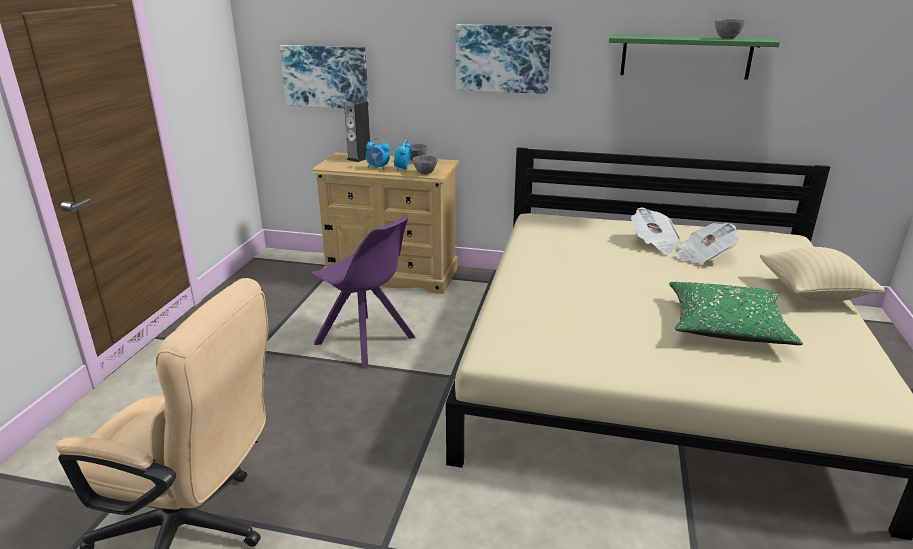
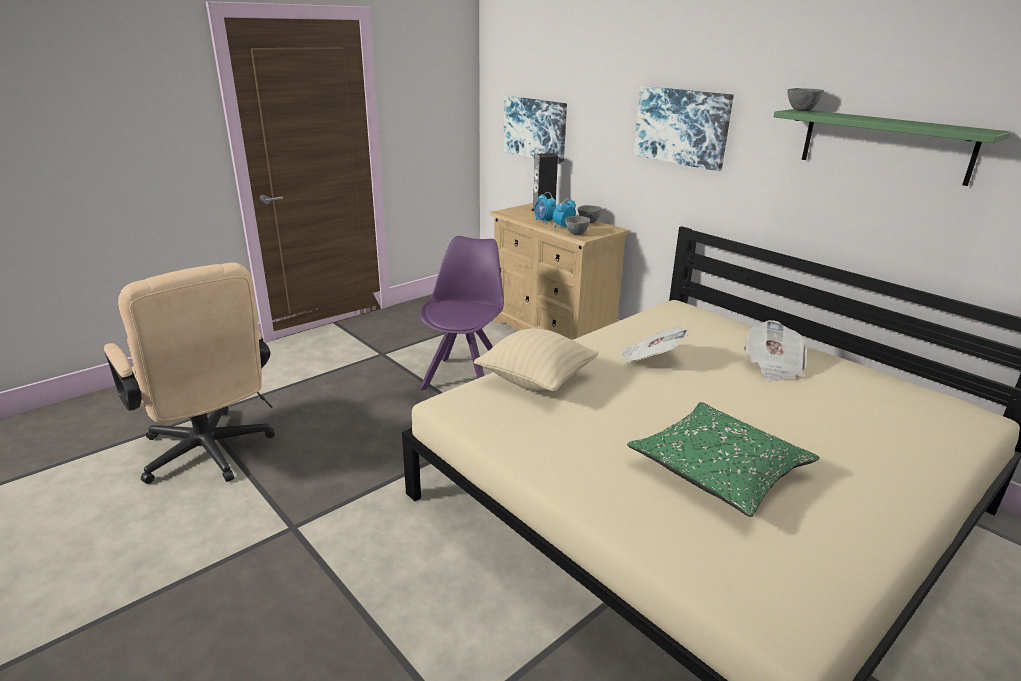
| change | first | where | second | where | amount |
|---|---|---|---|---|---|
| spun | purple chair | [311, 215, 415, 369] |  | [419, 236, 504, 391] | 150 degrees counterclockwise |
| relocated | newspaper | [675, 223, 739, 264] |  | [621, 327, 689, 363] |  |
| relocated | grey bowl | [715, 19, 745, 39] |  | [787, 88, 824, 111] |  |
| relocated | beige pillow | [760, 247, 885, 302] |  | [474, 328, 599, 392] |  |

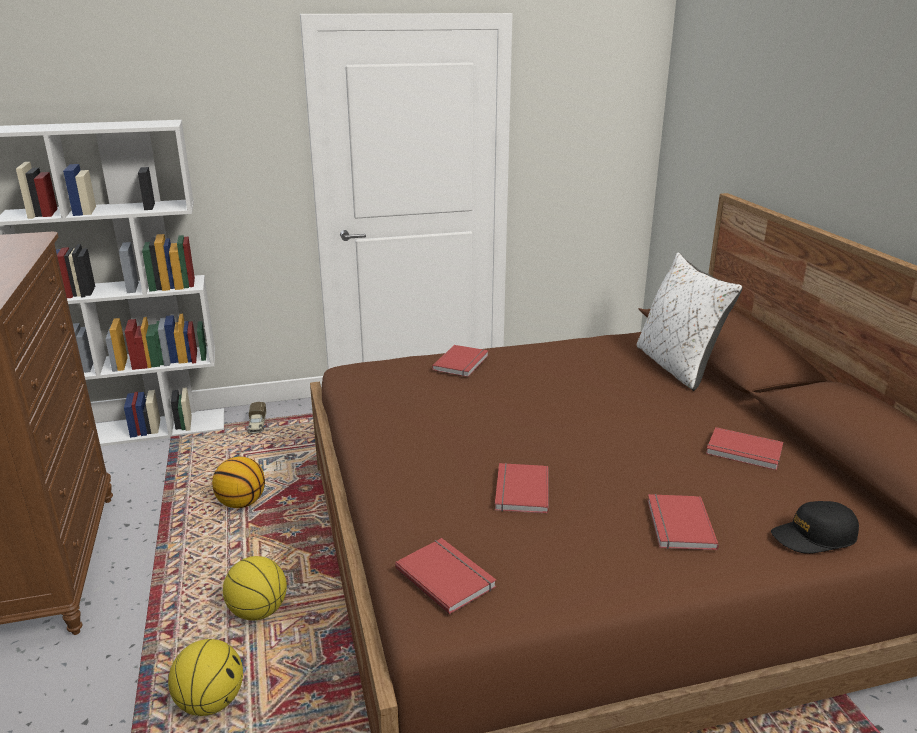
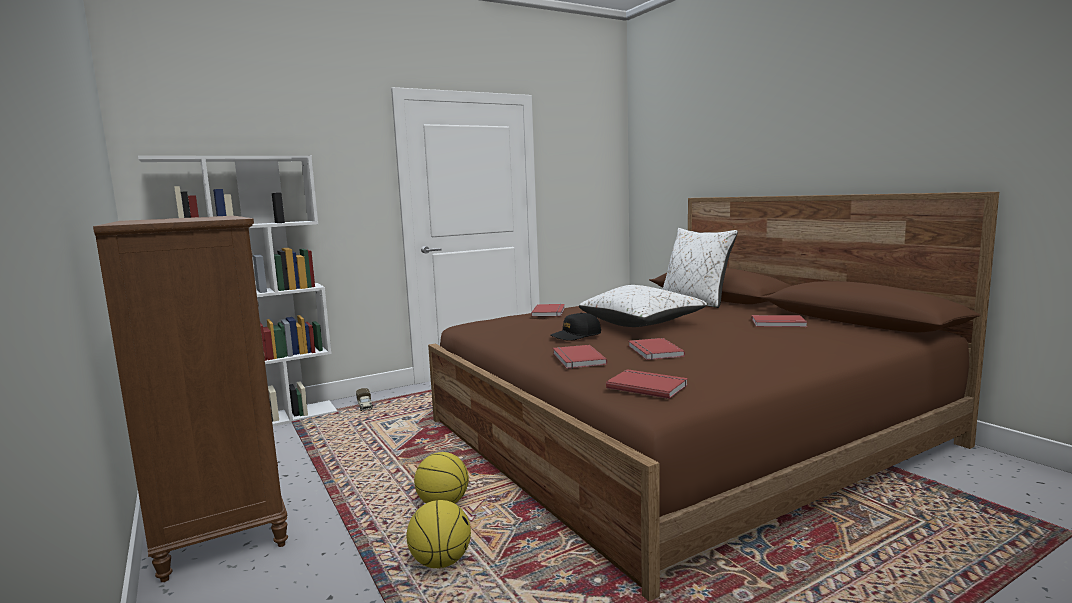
| change | first | where | second | where | amount |
|---|---|---|---|---|---|
| missing | basketball | [212, 456, 265, 508] |  |  |  |
| relocated | red book | [647, 494, 719, 550] |  | [553, 345, 607, 369] |  |
| relocated | black cap | [771, 501, 859, 554] |  | [551, 312, 601, 341] |  |
| appeared |  |  | white pillow | [579, 285, 707, 327] |  |

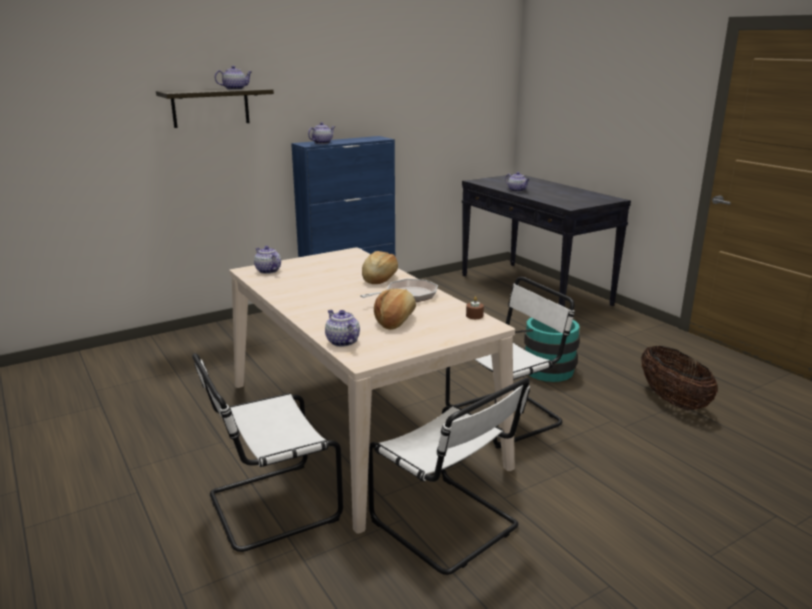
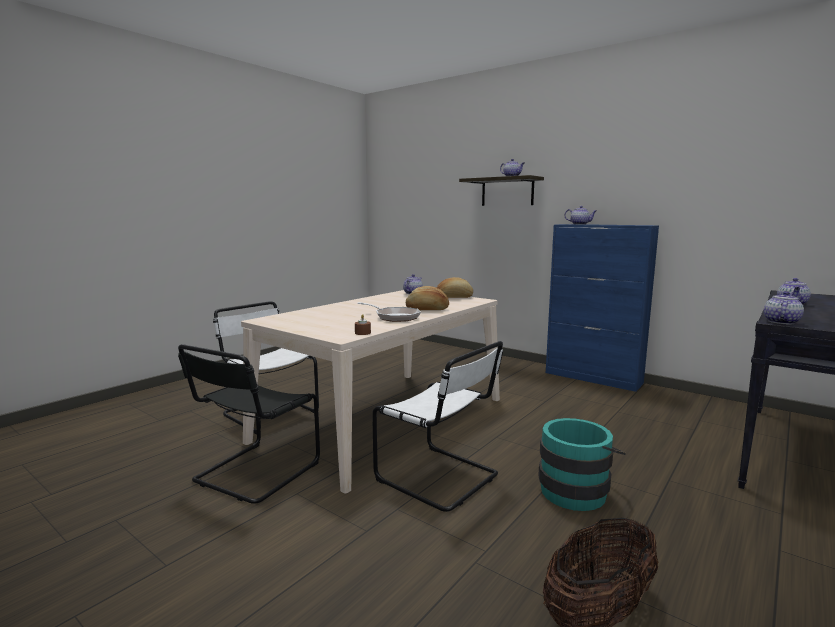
| change | first | where | second | where | amount |
|---|---|---|---|---|---|
| relocated | teapot | [325, 310, 360, 347] |  | [764, 291, 804, 325] |  |
| colour | white chair | [368, 377, 530, 575] | black chair | [178, 344, 320, 504] |  |
| relocated | bread | [374, 289, 416, 330] |  | [437, 277, 473, 298] |  |

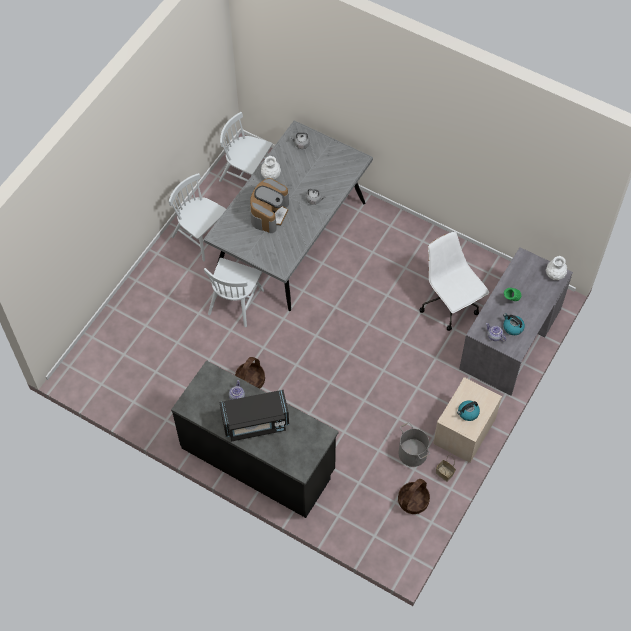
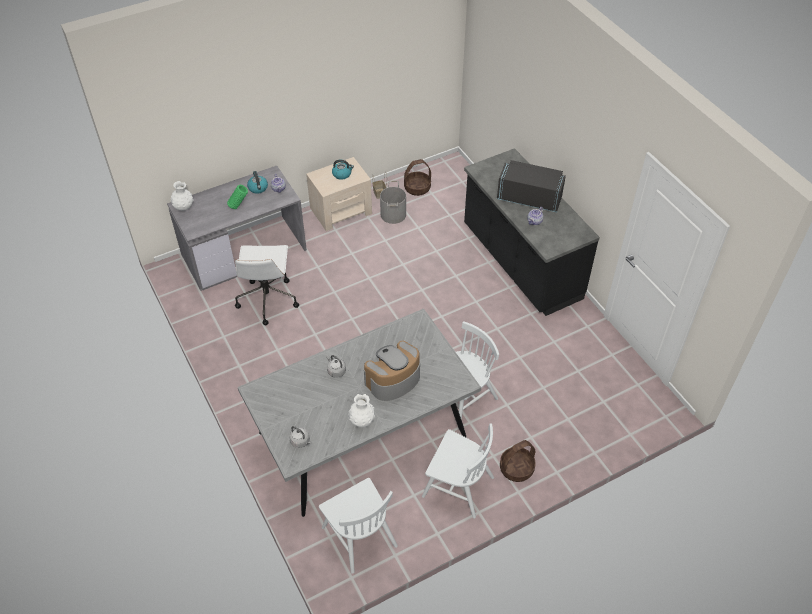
| change | first | where | second | where | amount |
|---|---|---|---|---|---|
| spun | white chair | [169, 173, 226, 261] |  | [422, 423, 494, 518] | 45 degrees counterclockwise |
| relocated | basket | [235, 357, 265, 389] |  | [500, 440, 536, 482] |  |

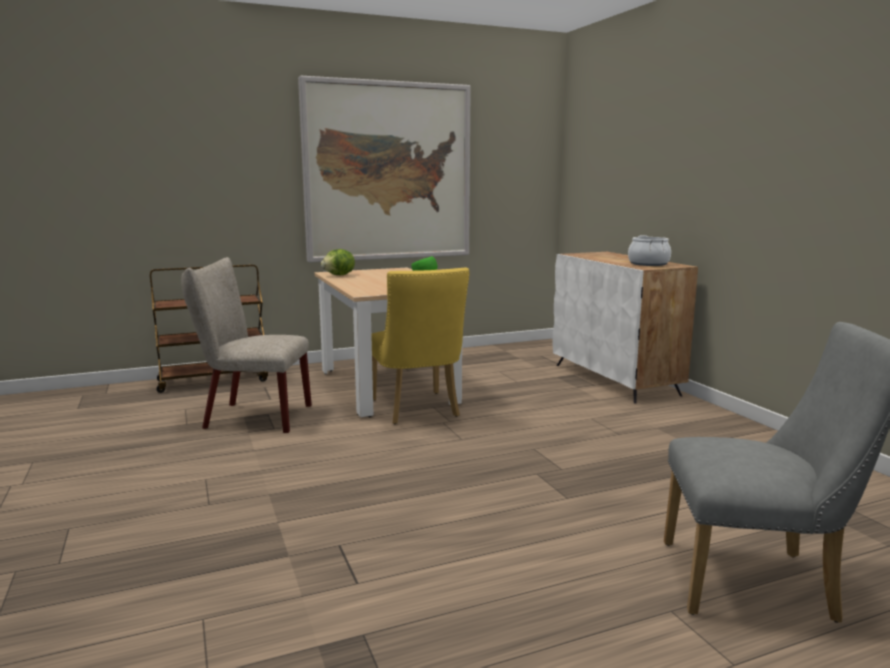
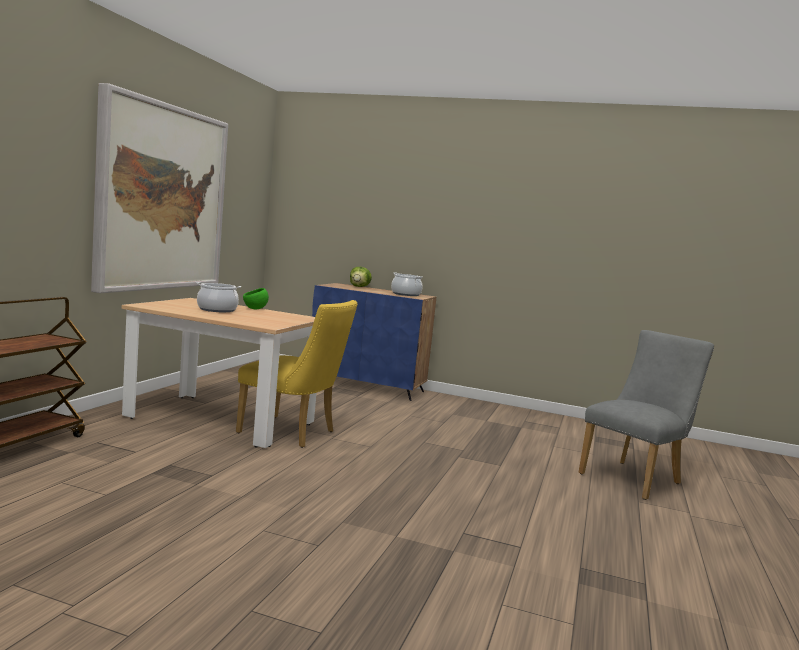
| change | first | where | second | where | amount |
|---|---|---|---|---|---|
| missing | beige chair | [181, 257, 312, 433] |  |  |  |
| relocated | lettuce | [321, 249, 355, 275] |  | [350, 267, 372, 287] |  |
| colour | white cabinet | [552, 252, 698, 403] | blue cabinet | [312, 283, 436, 401] |  |
| appeared |  |  | cooking pot | [196, 282, 241, 312] |  |

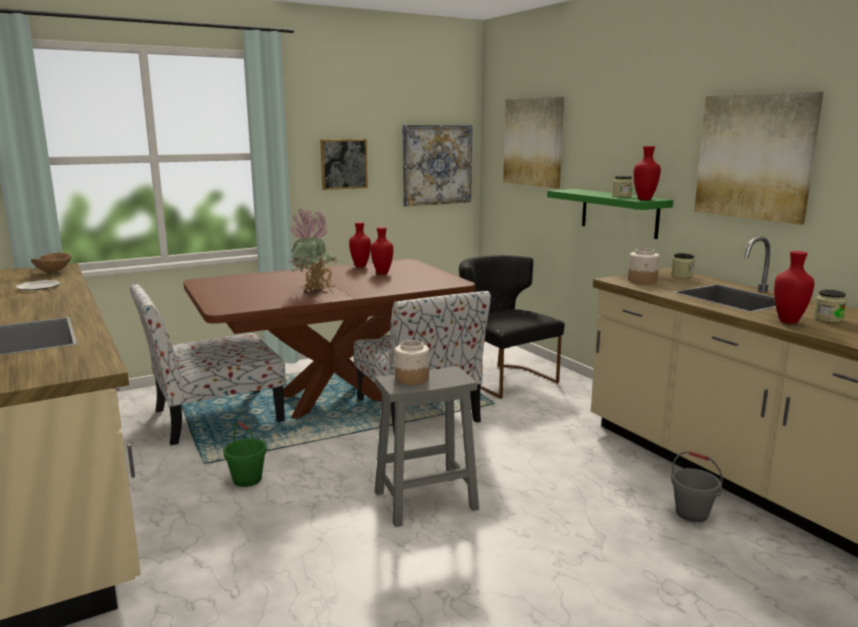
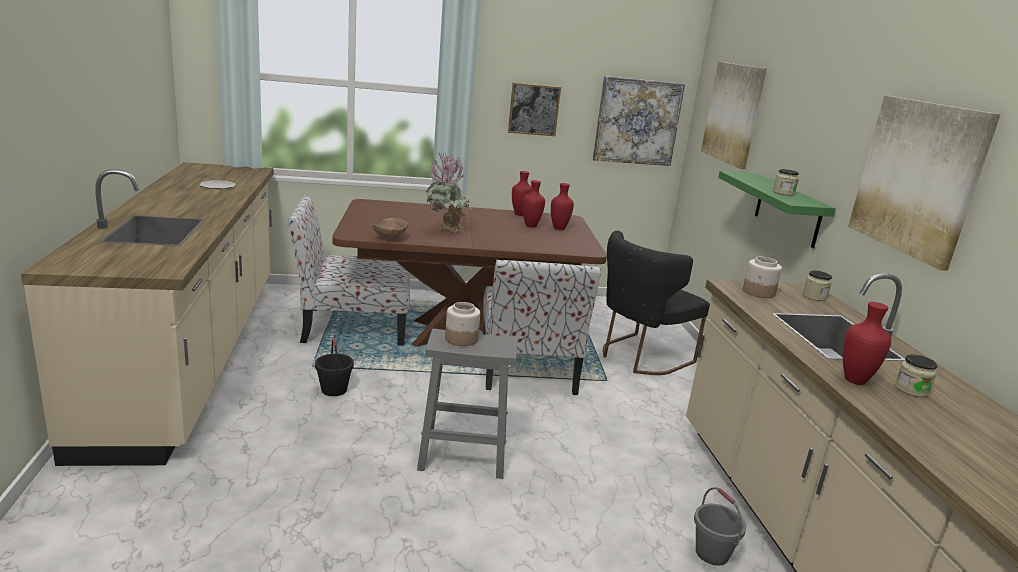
| change | first | where | second | where | amount |
|---|---|---|---|---|---|
| relocated | brown bowl | [31, 252, 71, 273] |  | [372, 218, 408, 238] |  |
| colour | green bucket | [223, 422, 267, 487] | black bucket | [315, 338, 354, 396] |  |
| spun | black chair | [459, 255, 565, 399] |  | [603, 231, 710, 375] | 120 degrees counterclockwise |
| relocated | red vase | [634, 146, 661, 200] |  | [551, 183, 574, 230] |  |

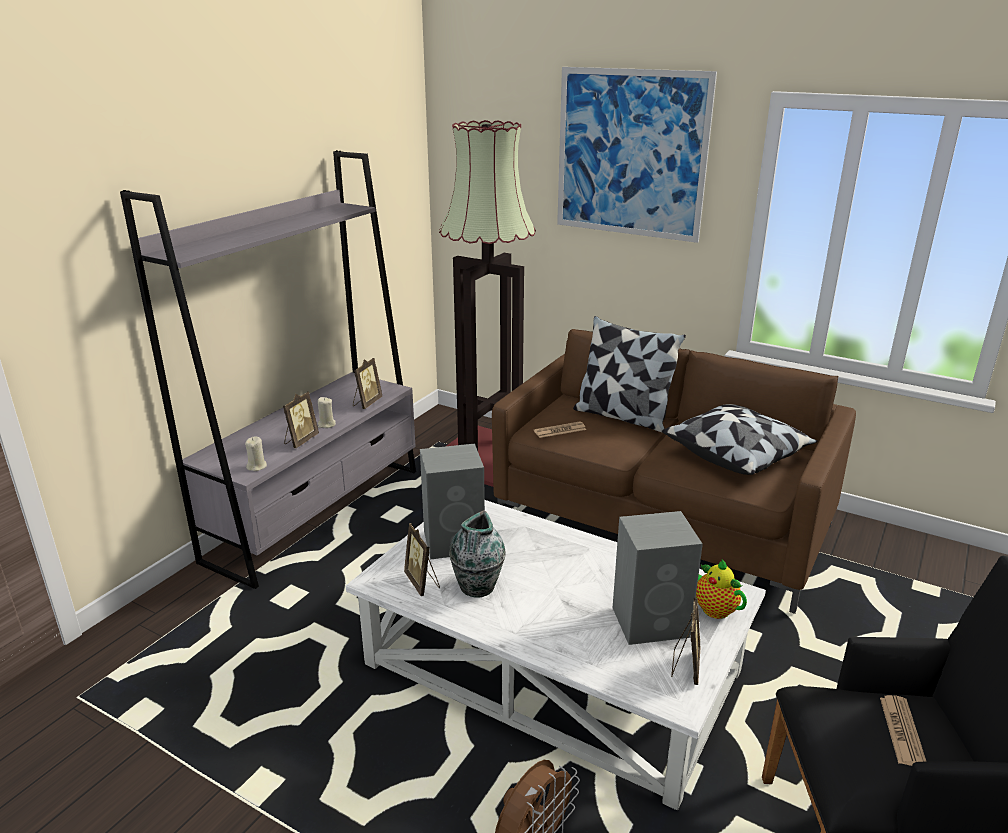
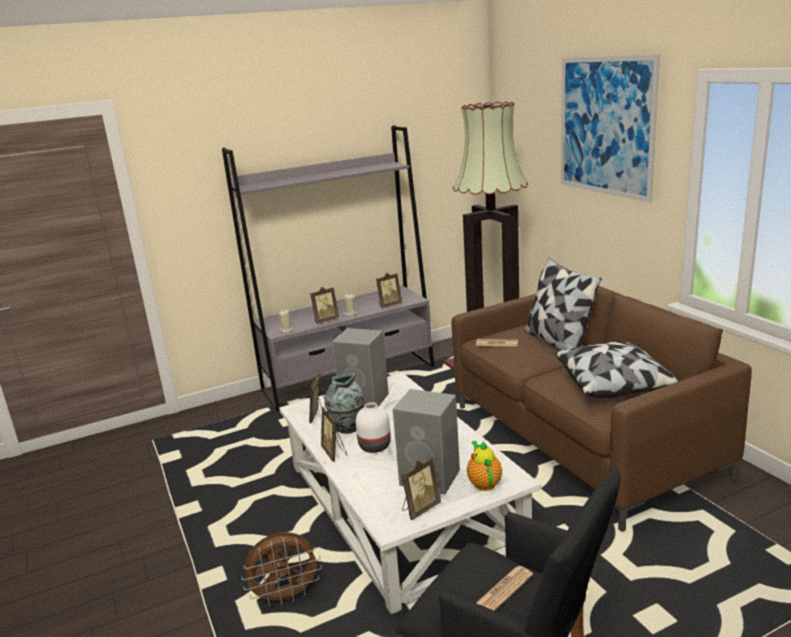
| change | first | where | second | where | amount |
|---|---|---|---|---|---|
| appeared |  |  | picture frame | [321, 407, 348, 462] |  |
| appeared |  |  | white vase | [356, 403, 391, 453] |  |

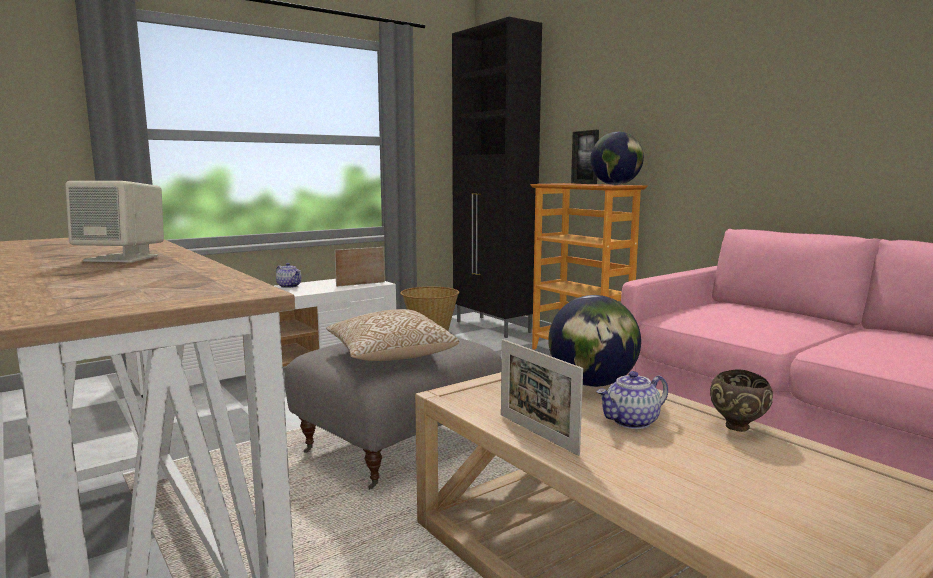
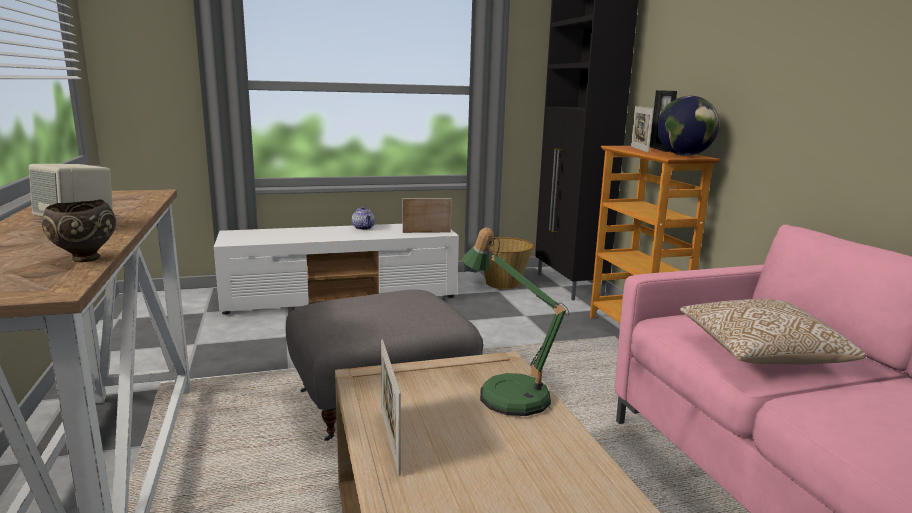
| change | first | where | second | where | amount |
|---|---|---|---|---|---|
| relocated | pillow | [326, 309, 459, 361] |  | [679, 299, 866, 365] |  |
| exchanged | globe | [548, 295, 641, 387] | table lamp | [463, 227, 569, 416] |  |
| missing | teapot | [597, 371, 668, 429] |  |  |  |
| relocated | brown bowl | [710, 369, 773, 432] |  | [42, 199, 116, 262] |  |
| appeared |  |  | picture frame | [631, 106, 654, 153] |  |

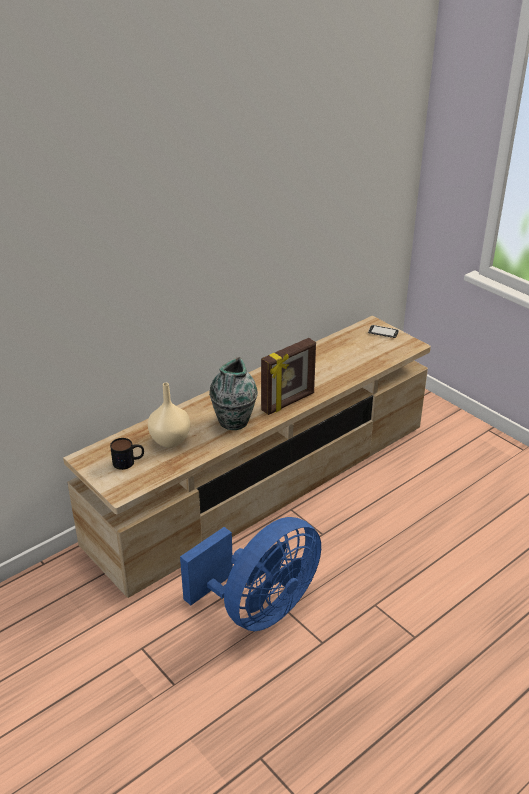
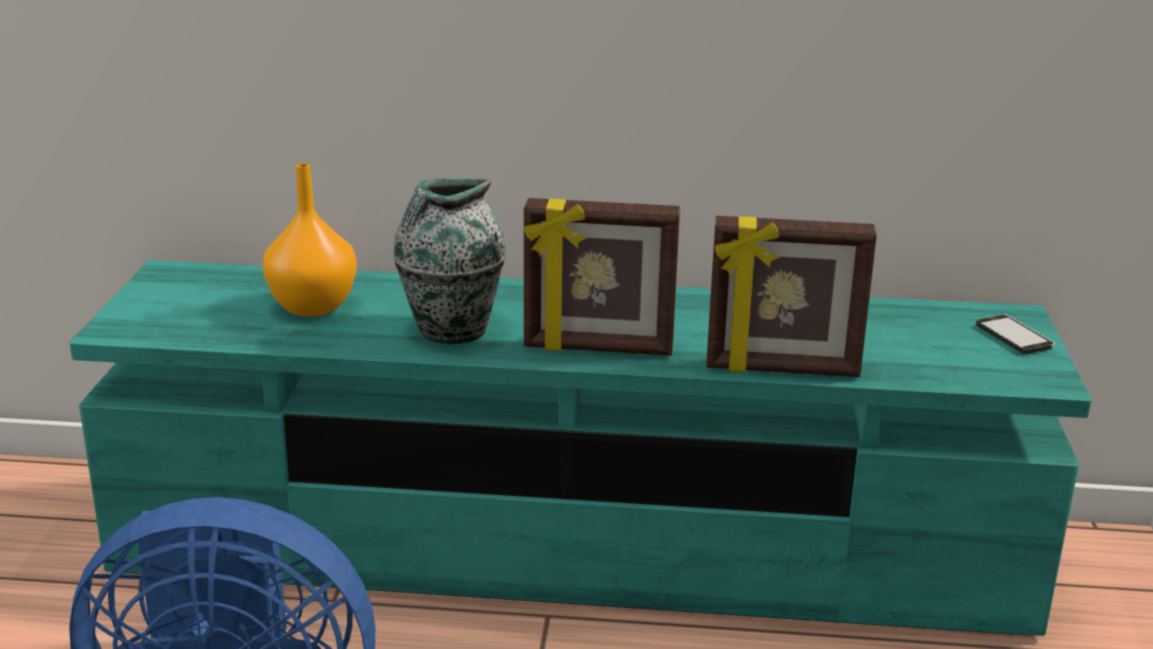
| change | first | where | second | where | amount |
|---|---|---|---|---|---|
| colour | beige tv stand | [63, 316, 431, 598] | turquoise tv stand | [70, 260, 1092, 636] |  |
| missing | mug | [110, 438, 144, 470] |  |  |  |
| colour | beige vase | [148, 383, 190, 448] | orange vase | [263, 164, 357, 316] |  |
| appeared |  |  | picture frame | [706, 216, 877, 377] |  |

